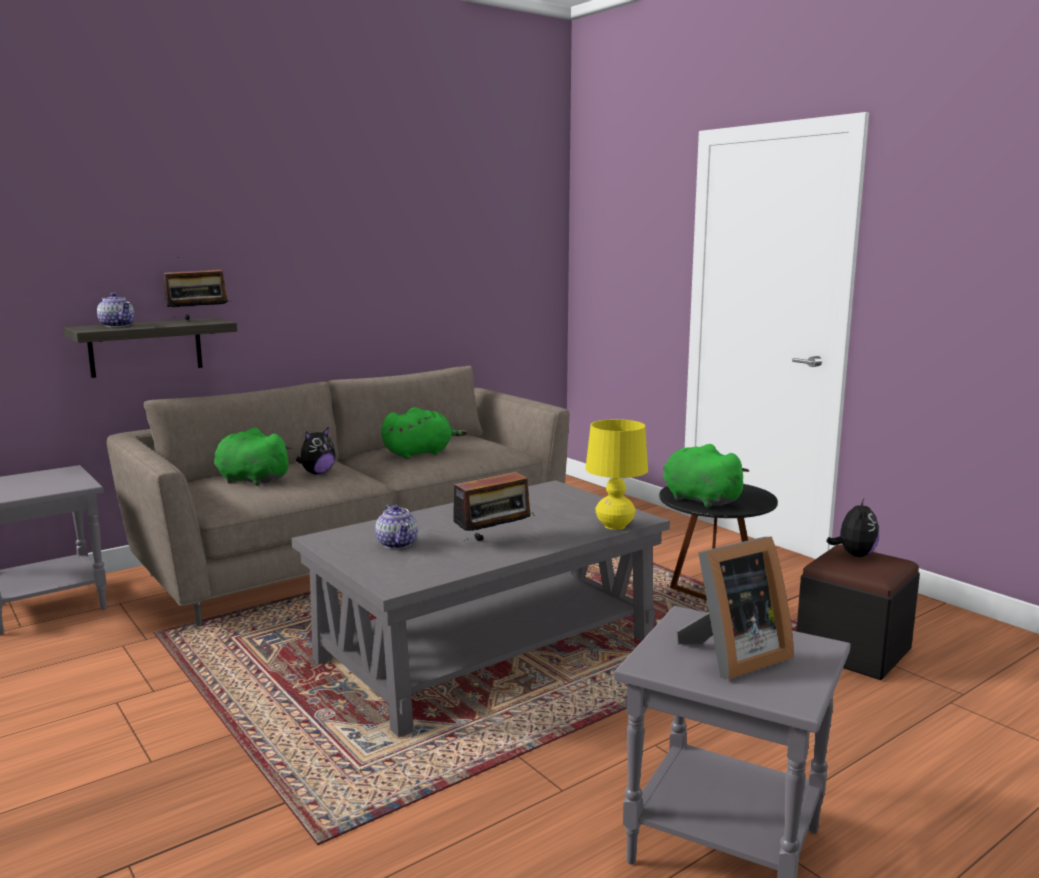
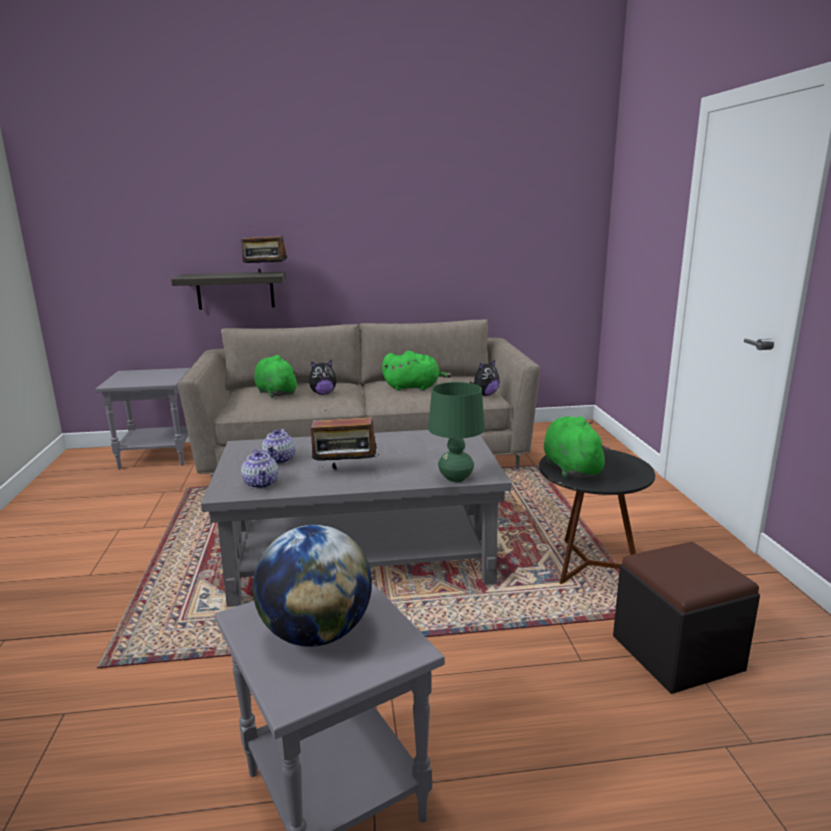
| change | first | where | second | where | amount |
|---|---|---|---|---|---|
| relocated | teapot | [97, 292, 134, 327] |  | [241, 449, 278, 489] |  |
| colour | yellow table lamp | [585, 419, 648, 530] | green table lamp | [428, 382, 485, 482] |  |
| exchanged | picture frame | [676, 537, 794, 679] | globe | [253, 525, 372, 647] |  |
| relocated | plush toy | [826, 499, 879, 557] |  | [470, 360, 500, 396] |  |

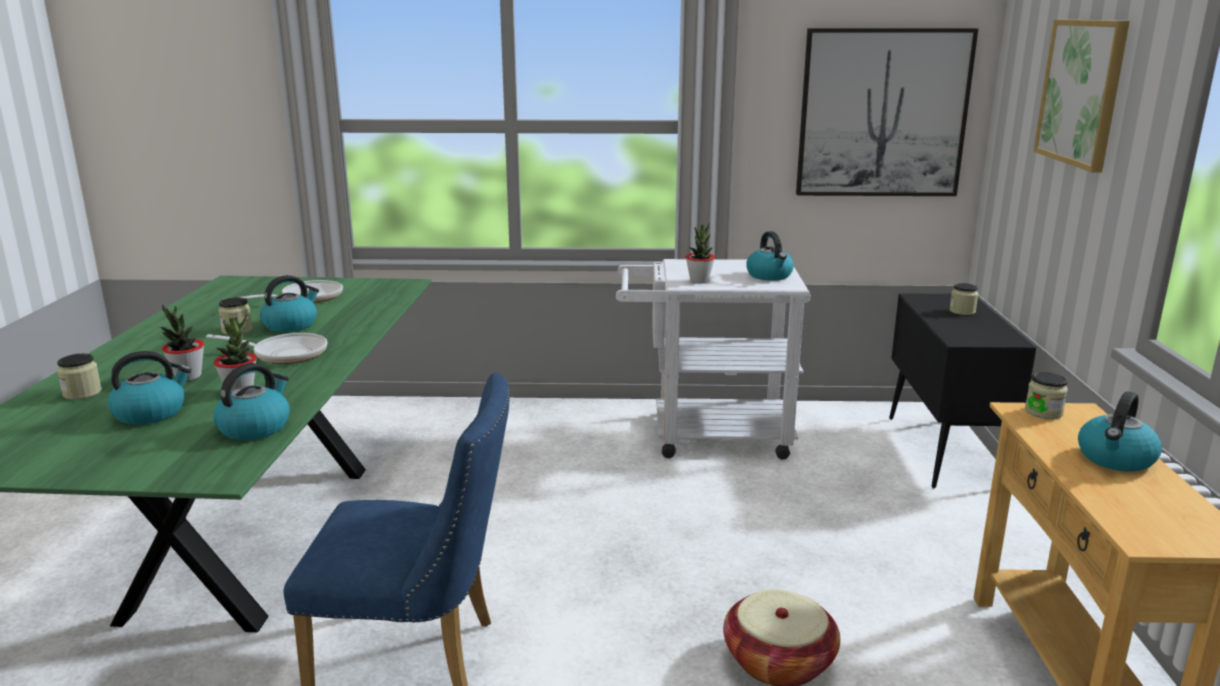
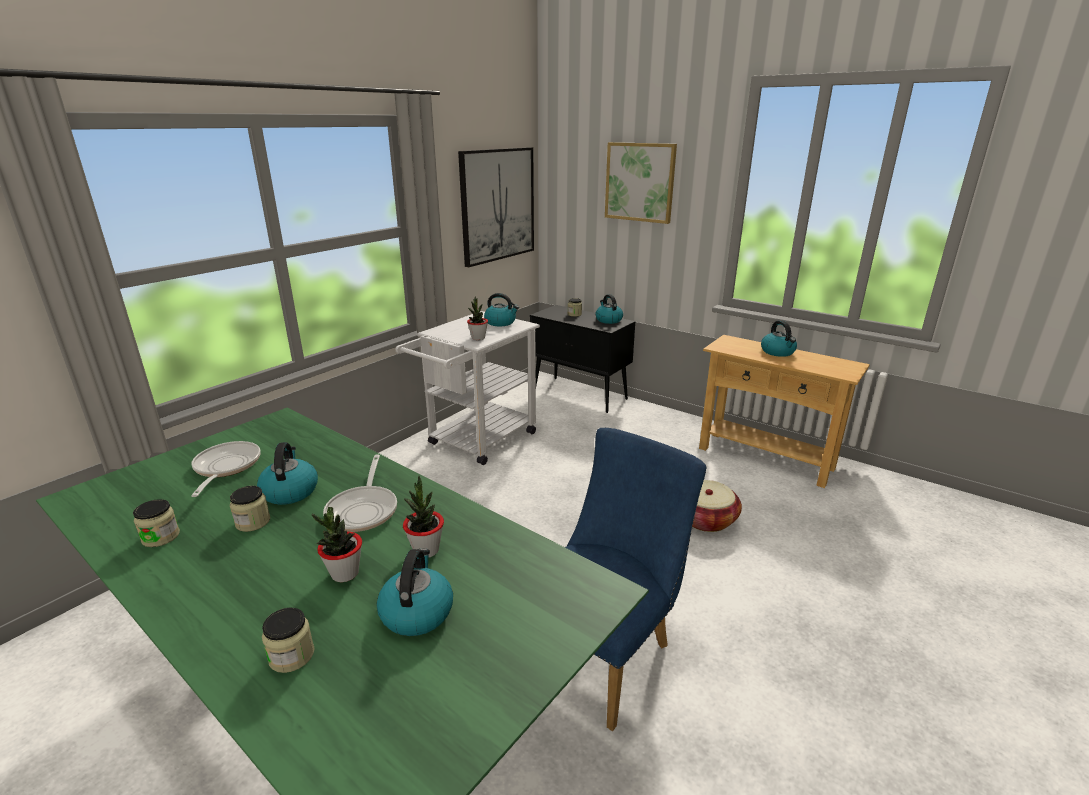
| change | first | where | second | where | amount |
|---|---|---|---|---|---|
| spun | frying pan | [206, 333, 327, 364] |  | [323, 454, 397, 532] | 135 degrees clockwise |
| relocated | kettle | [213, 363, 290, 440] |  | [595, 294, 623, 324] |  |
| relocated | jar | [1025, 372, 1068, 419] |  | [133, 499, 180, 547] |  |

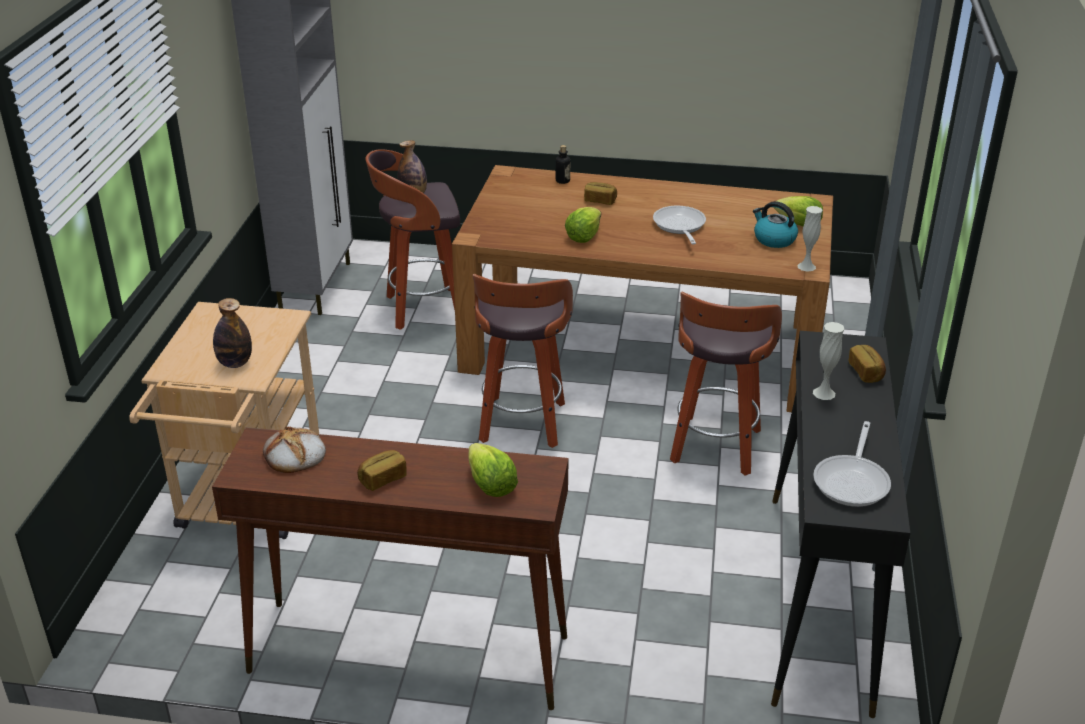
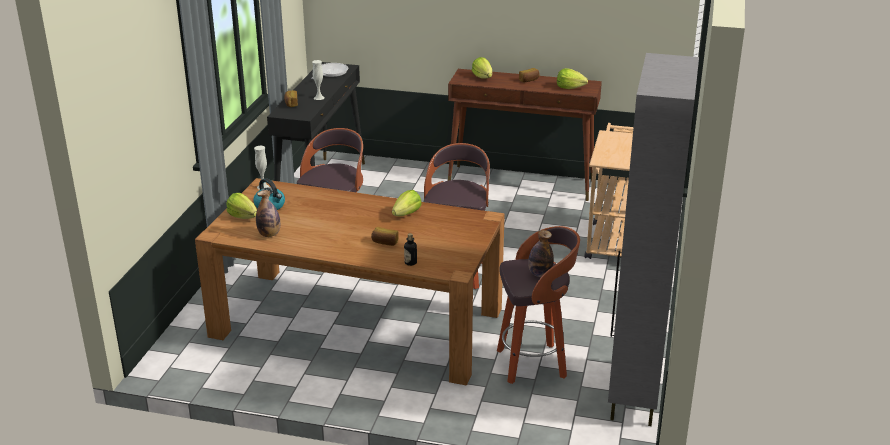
| change | first | where | second | where | amount |
|---|---|---|---|---|---|
| relocated | bottle | [213, 298, 252, 368] |  | [256, 190, 280, 237] |  |
| exchanged | bread | [263, 426, 326, 473] | lettuce | [557, 68, 588, 89] |  |
| missing | frying pan | [653, 206, 706, 244] |  |  |  |

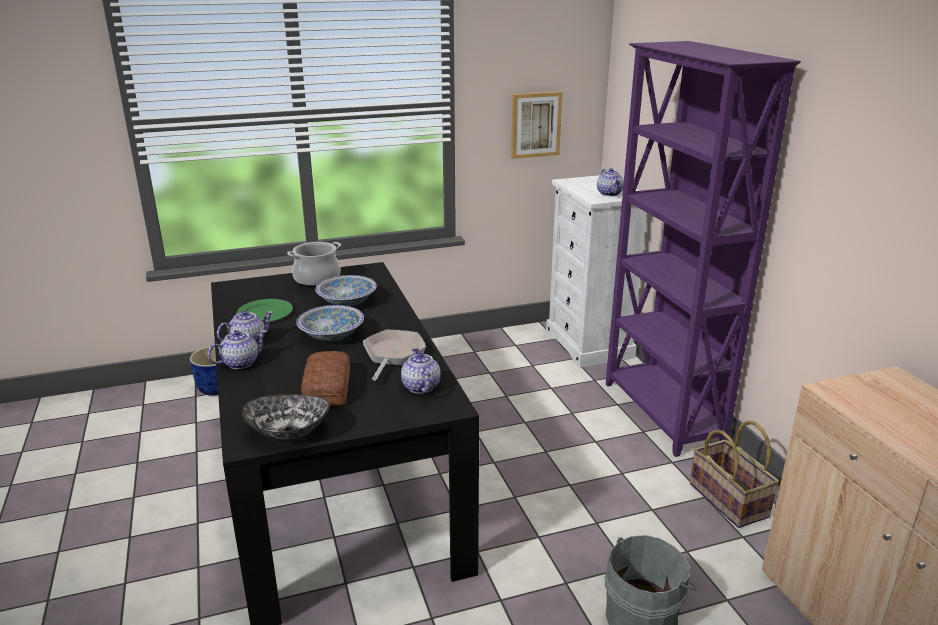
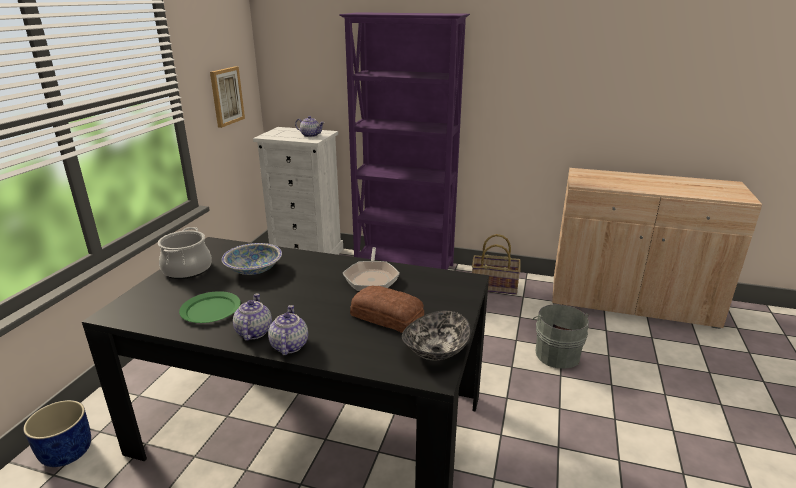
| change | first | where | second | where | amount |
|---|---|---|---|---|---|
| missing | bowl | [297, 305, 364, 341] |  |  |  |
| spun | frying pan | [363, 330, 426, 381] |  | [343, 247, 400, 291] | 135 degrees counterclockwise |
| missing | teapot | [401, 347, 441, 394] |  |  |  |

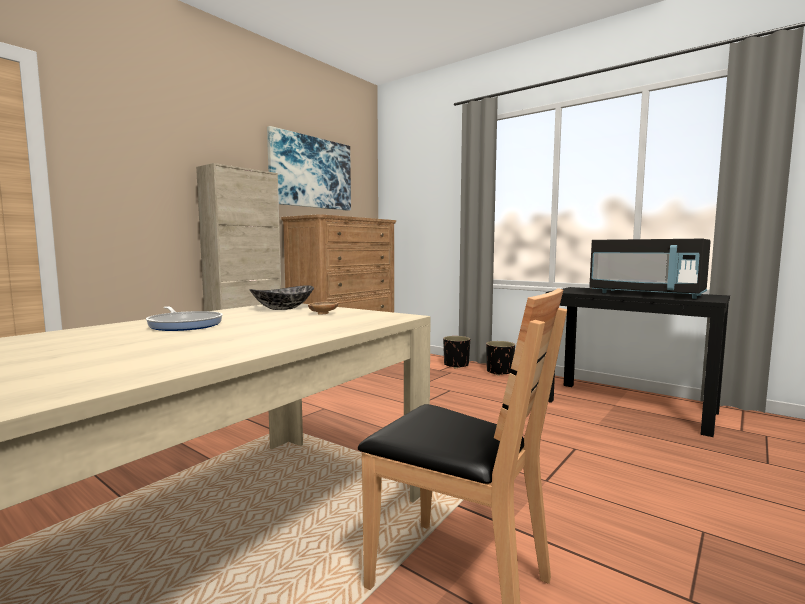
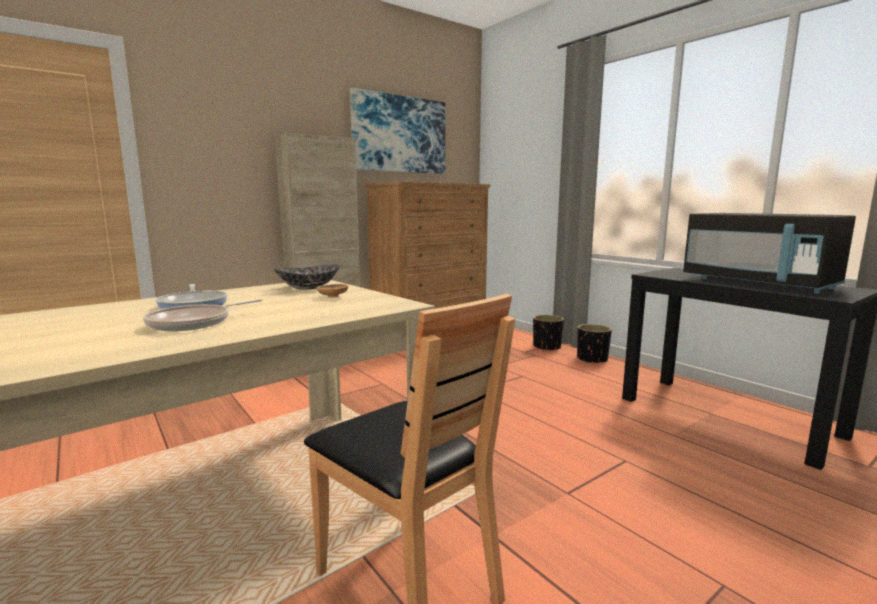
| change | first | where | second | where | amount |
|---|---|---|---|---|---|
| appeared |  |  | frying pan | [143, 299, 263, 331] |  |

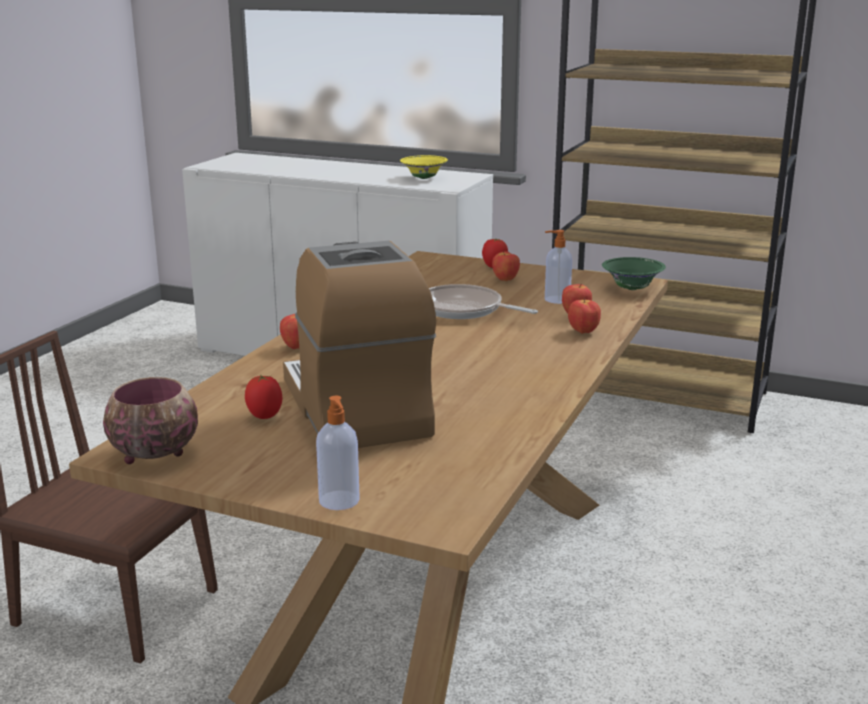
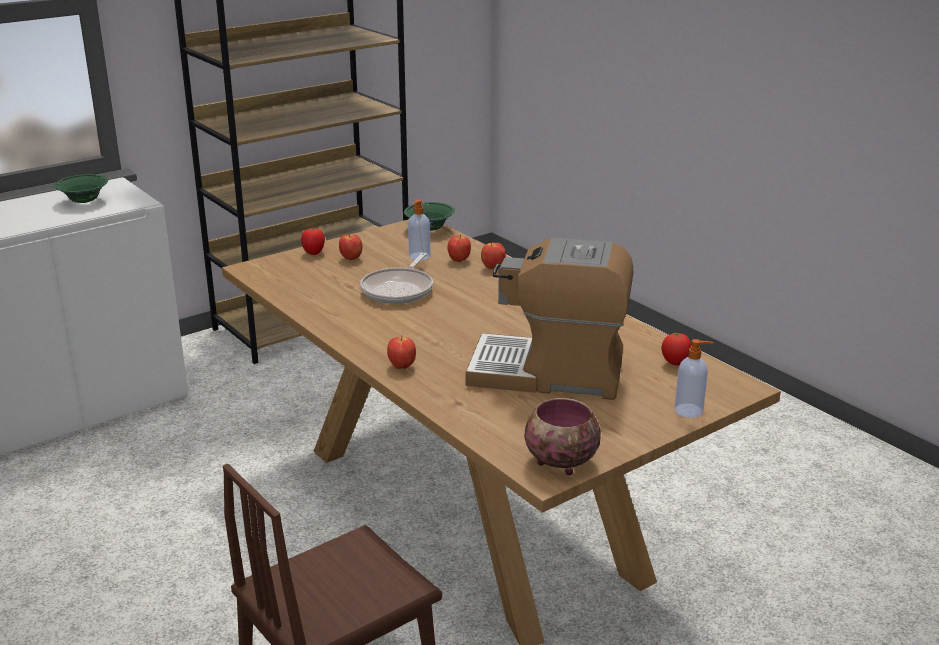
| change | first | where | second | where | amount |
|---|---|---|---|---|---|
| relocated | tomato | [245, 375, 283, 419] |  | [662, 333, 692, 365] |  |
| colour | yellow bowl | [400, 155, 448, 179] | green bowl | [54, 174, 108, 203] |  |
| spun | frying pan | [429, 284, 538, 319] |  | [360, 253, 433, 304] | 45 degrees counterclockwise |

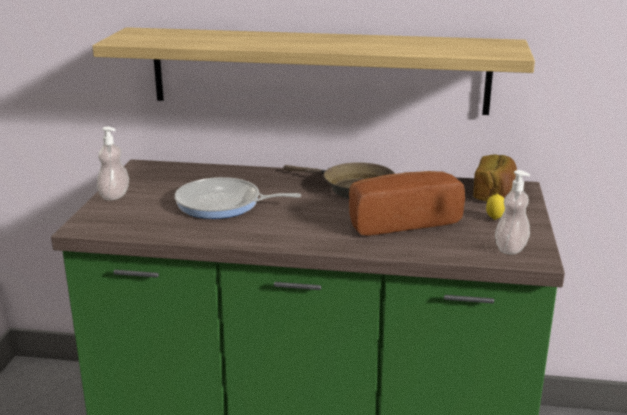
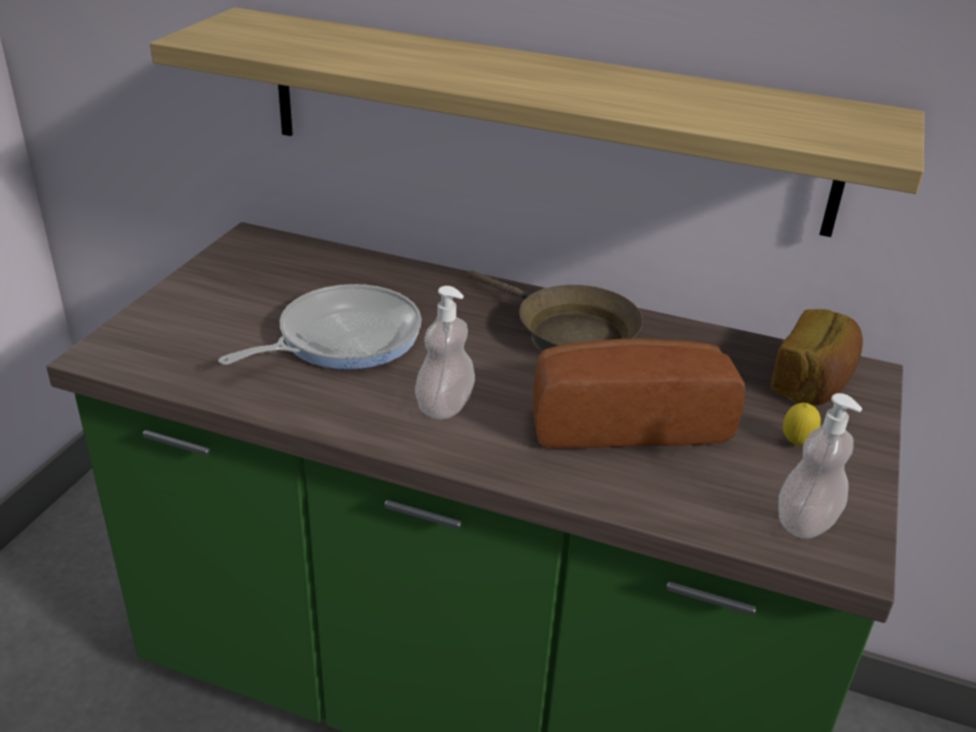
| change | first | where | second | where | amount |
|---|---|---|---|---|---|
| relocated | soap dispenser | [97, 127, 129, 200] |  | [415, 286, 475, 419] |  |
| spun | frying pan | [175, 177, 301, 219] |  | [218, 284, 421, 370] | 120 degrees clockwise |

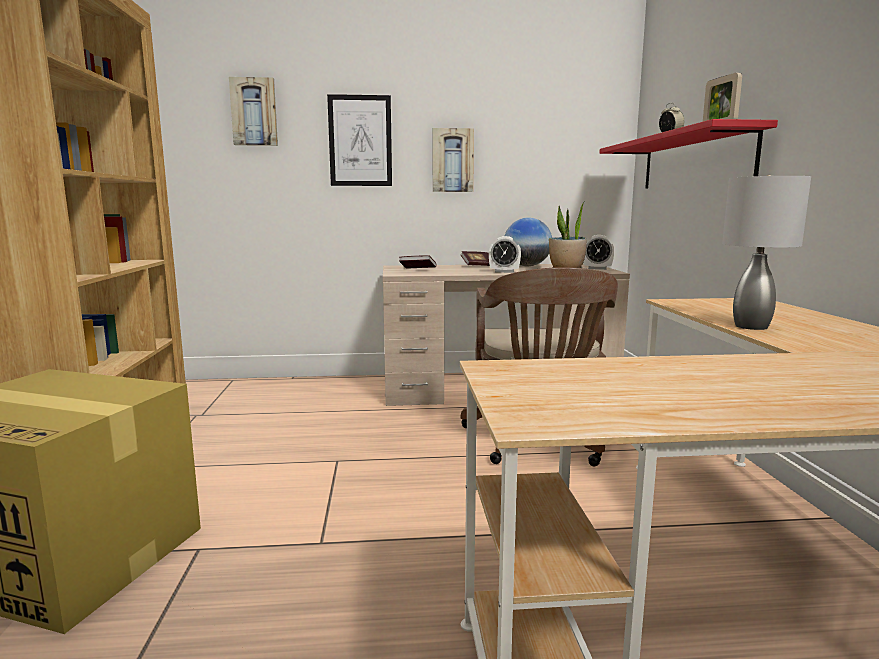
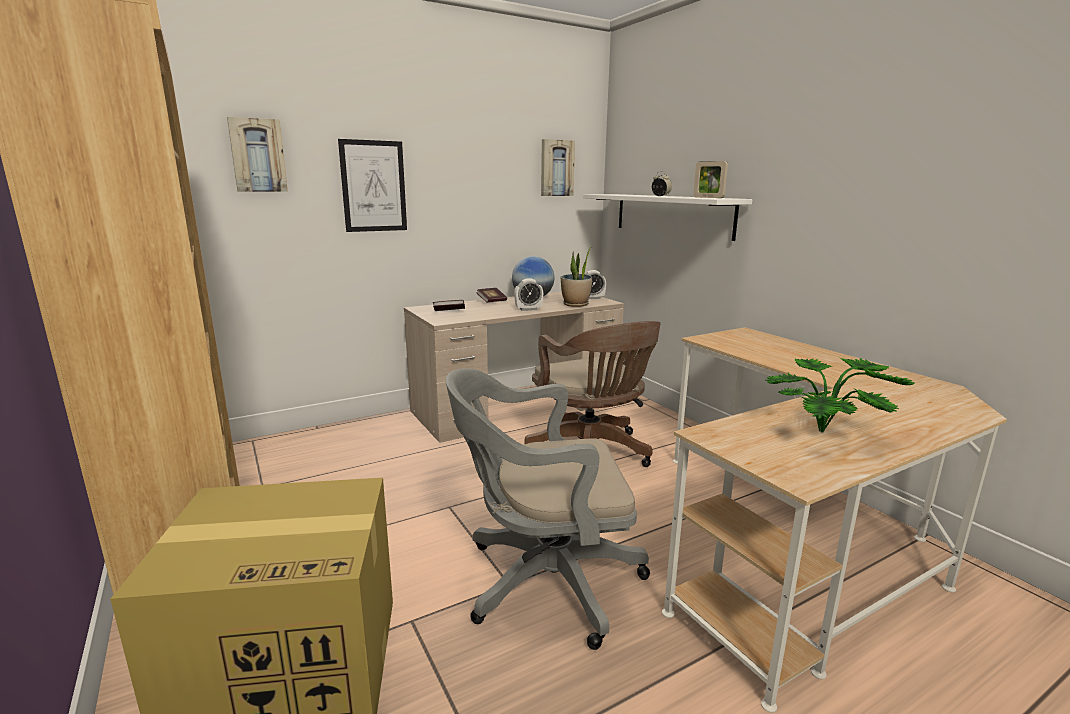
| change | first | where | second | where | amount |
|---|---|---|---|---|---|
| relocated | picture | [433, 128, 474, 192] |  | [541, 139, 575, 196] |  |
| colour | red shelf | [600, 119, 778, 188] | white shelf | [583, 194, 752, 241] |  |
| missing | grey table lamp | [722, 175, 811, 330] |  |  |  |
| appeared |  |  | grey office chair | [446, 369, 650, 650] |  |
| appeared |  |  | potted plant | [766, 358, 914, 433] |  |

